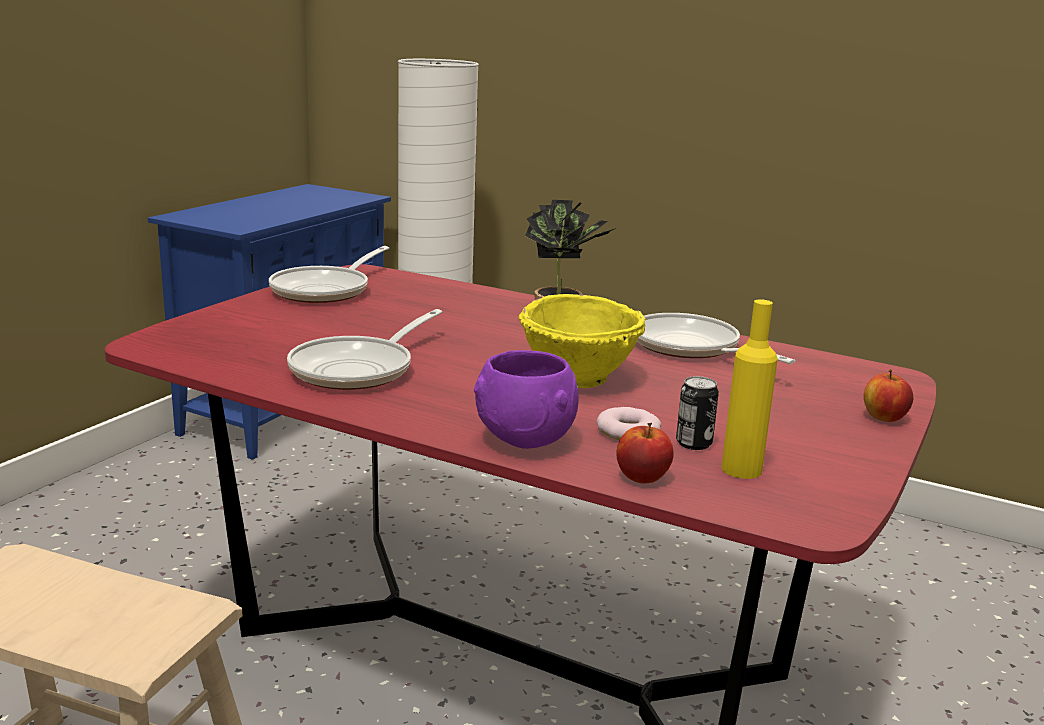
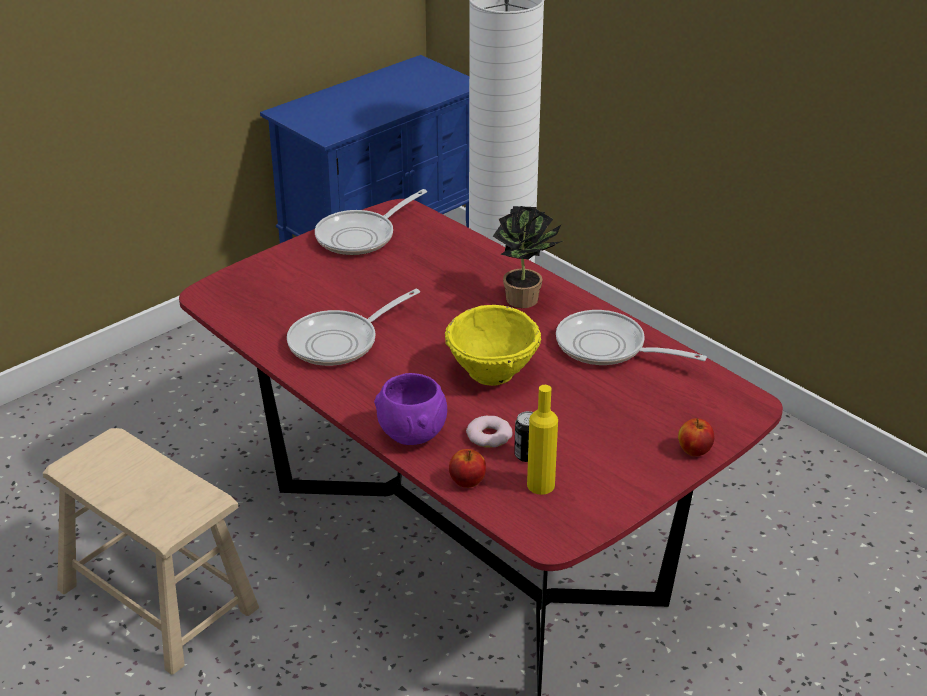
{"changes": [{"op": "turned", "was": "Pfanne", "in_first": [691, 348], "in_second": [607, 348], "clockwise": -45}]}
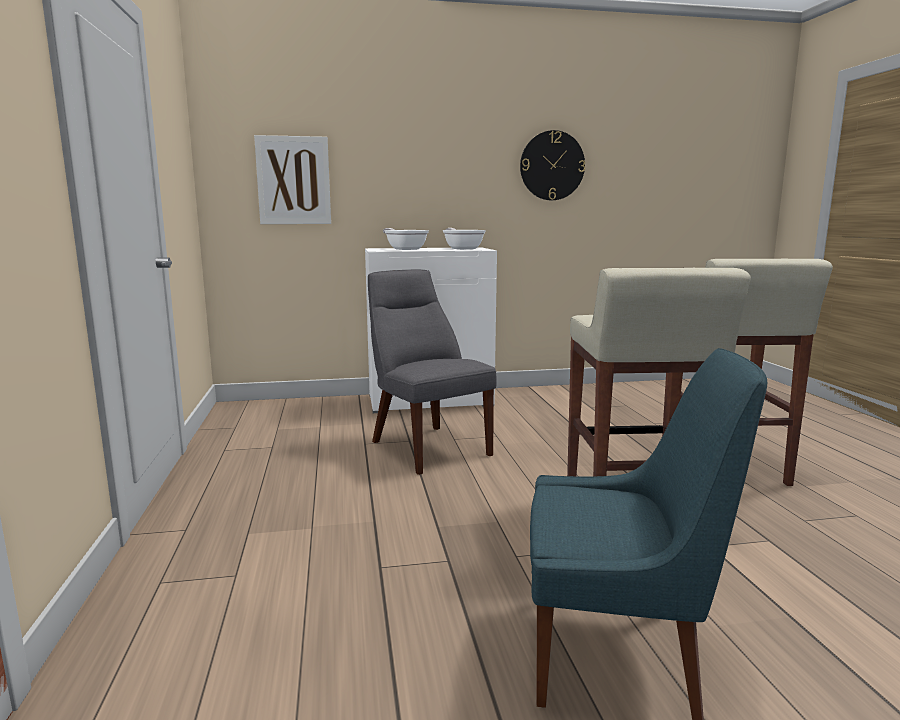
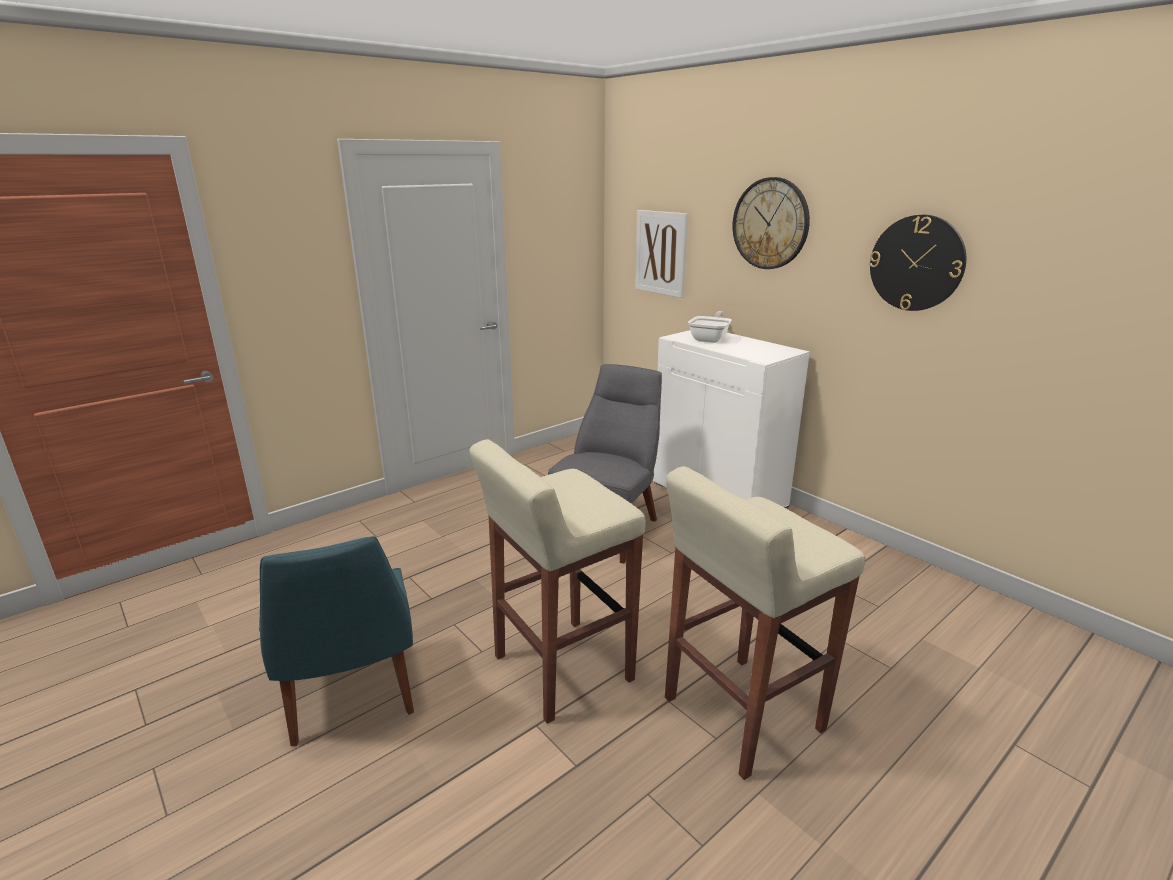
{"changes": [{"op": "removed", "was": "Pfanne", "in_first": [462, 248]}, {"op": "added", "now": "Wanduhr", "in_second": [770, 224]}]}
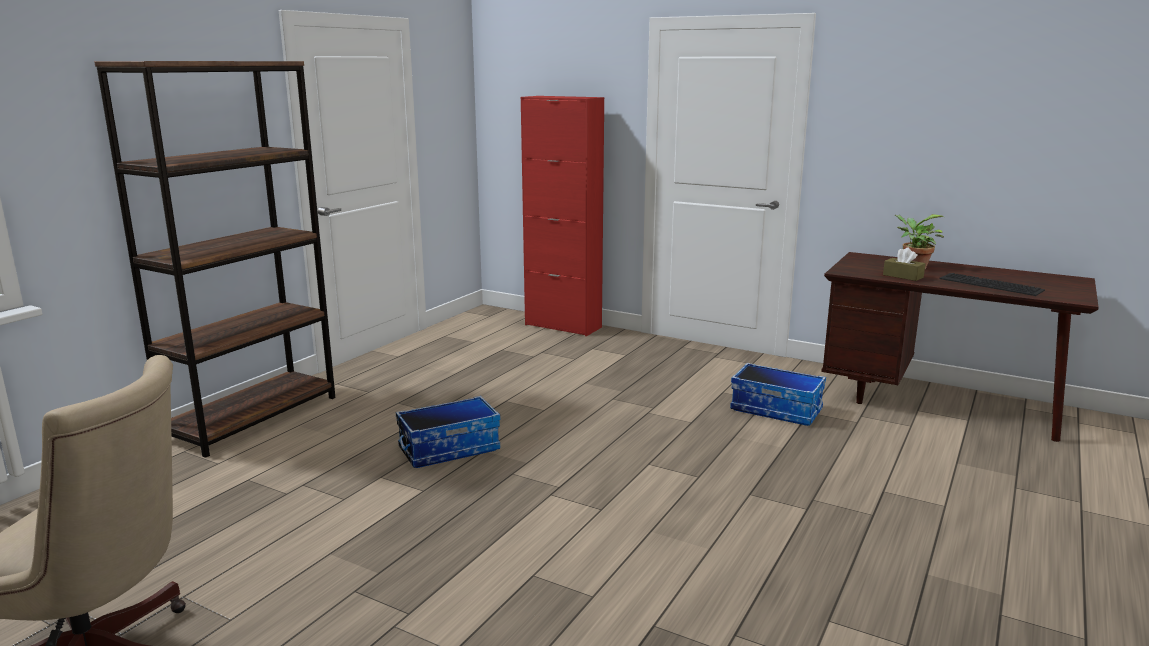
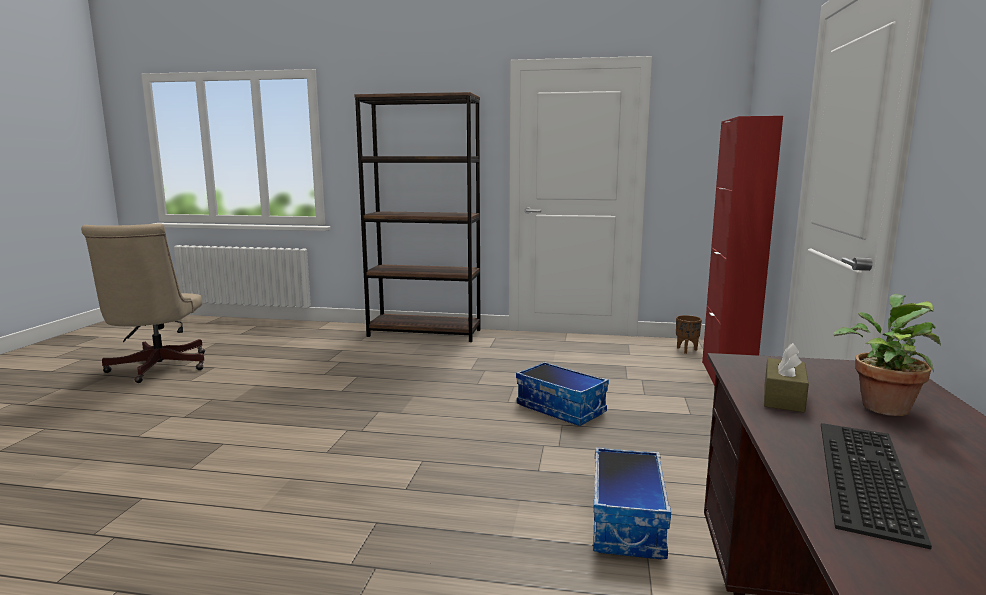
{"changes": [{"op": "moved", "was": "Aufbewahrungsbox", "in_first": [449, 448], "in_second": [561, 408]}, {"op": "added", "now": "Pflanzkübel [braun]", "in_second": [687, 350]}]}
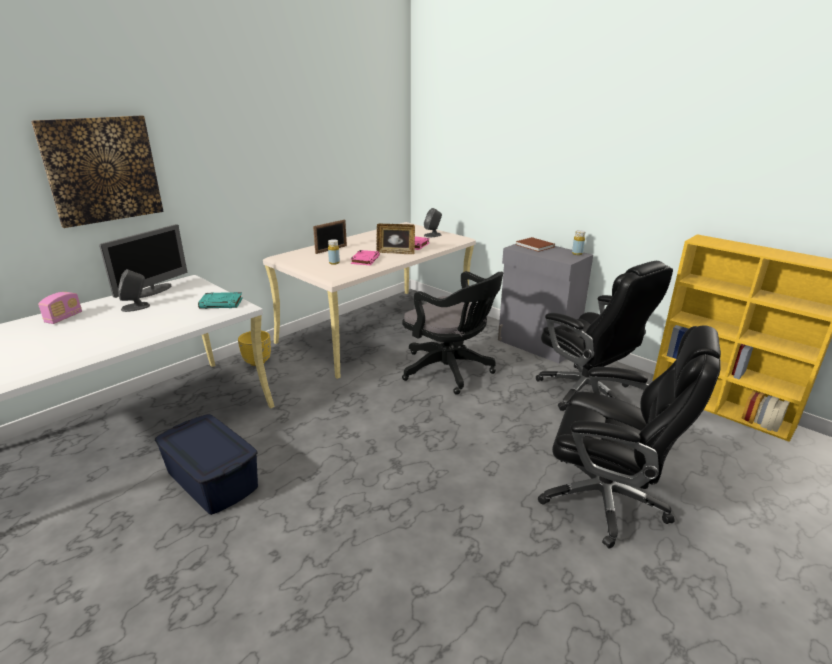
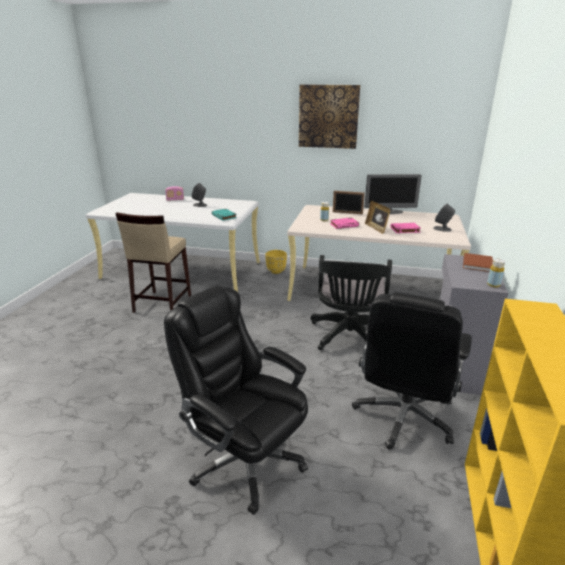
{"changes": [{"op": "moved", "was": "Bild", "in_first": [102, 170], "in_second": [328, 116]}, {"op": "moved", "was": "Monitor", "in_first": [153, 291], "in_second": [390, 212]}, {"op": "turned", "was": "Bürostuhl [schwarz]", "in_first": [606, 500], "in_second": [245, 460], "clockwise": 135}, {"op": "replaced", "was": "Aufbewahrungsbox [blau]", "now": "Hocker [beige]", "in_first": [211, 480], "in_second": [162, 304]}]}
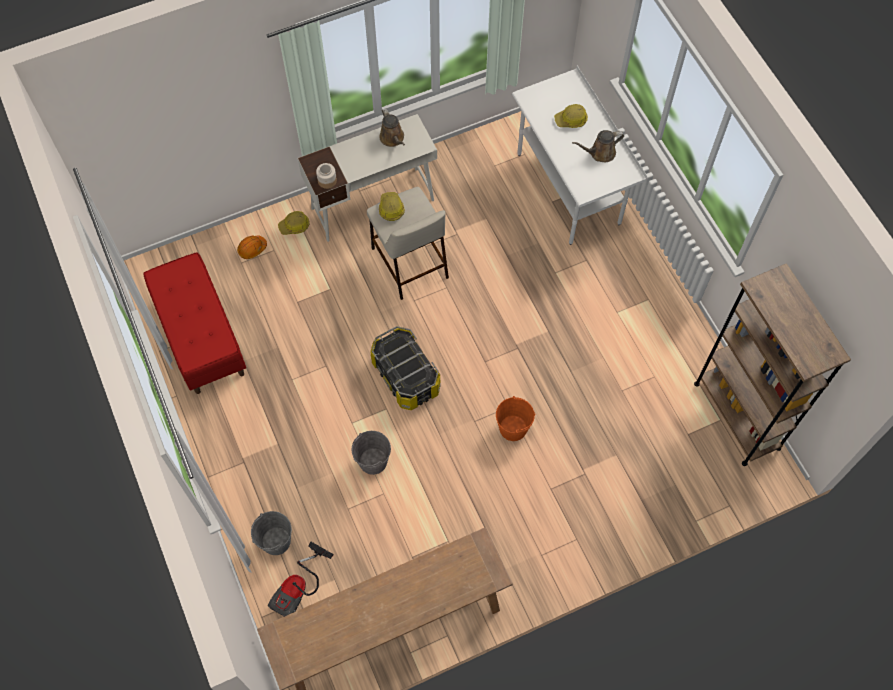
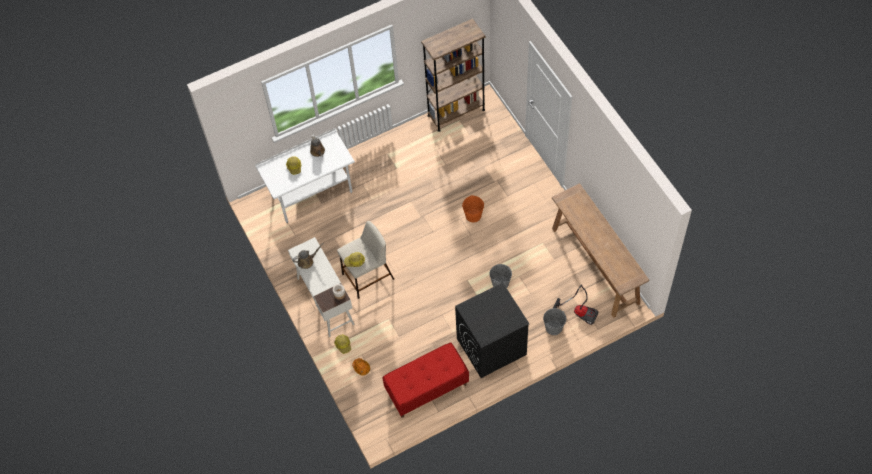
{"changes": [{"op": "removed", "was": "Aufbewahrungsbox", "in_first": [405, 376]}, {"op": "added", "now": "Waschmaschine [schwarz]", "in_second": [491, 347]}]}
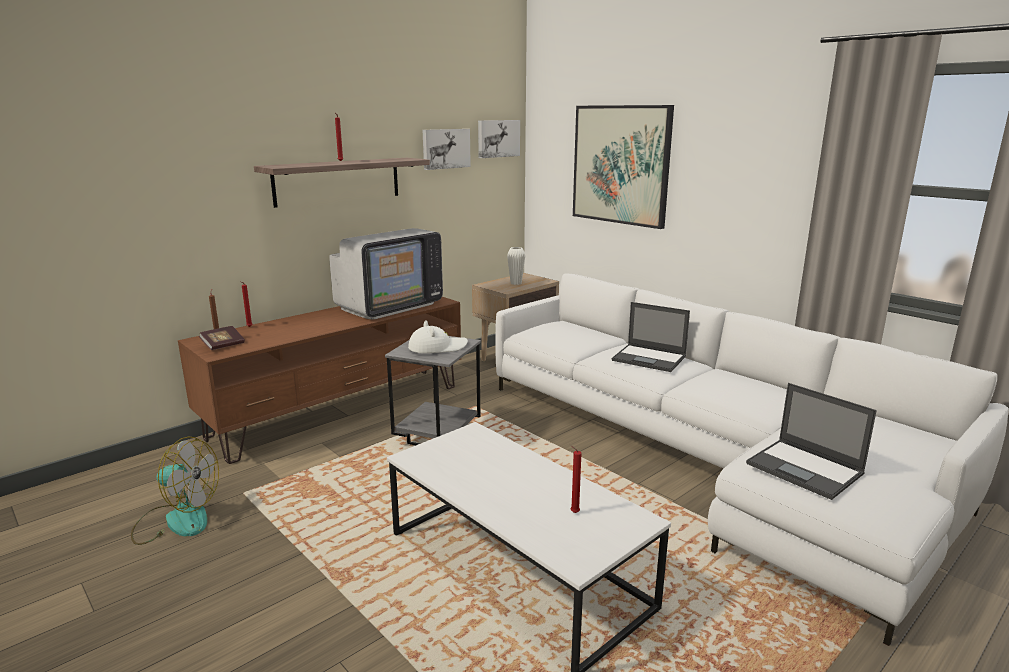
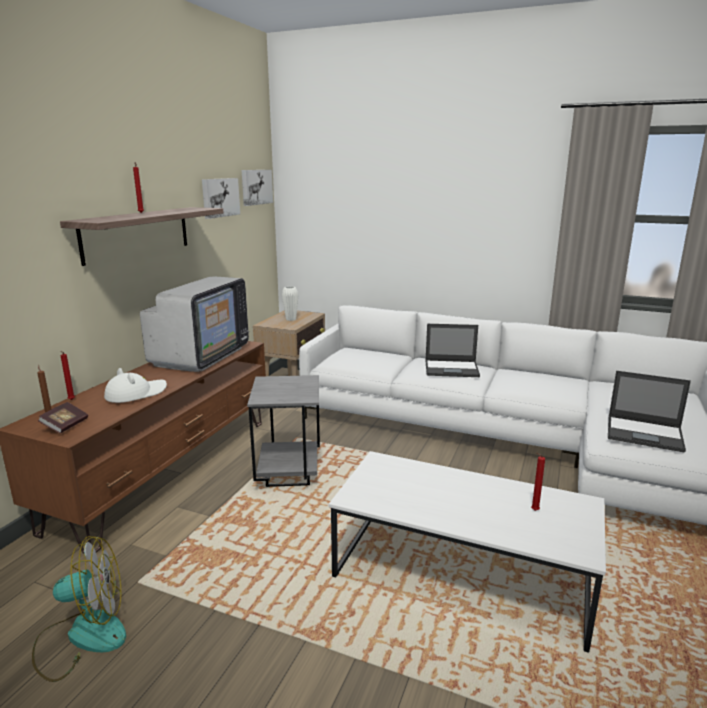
{"changes": [{"op": "removed", "was": "Bild", "in_first": [621, 165]}, {"op": "moved", "was": "Hut [weiß]", "in_first": [437, 347], "in_second": [136, 394]}]}
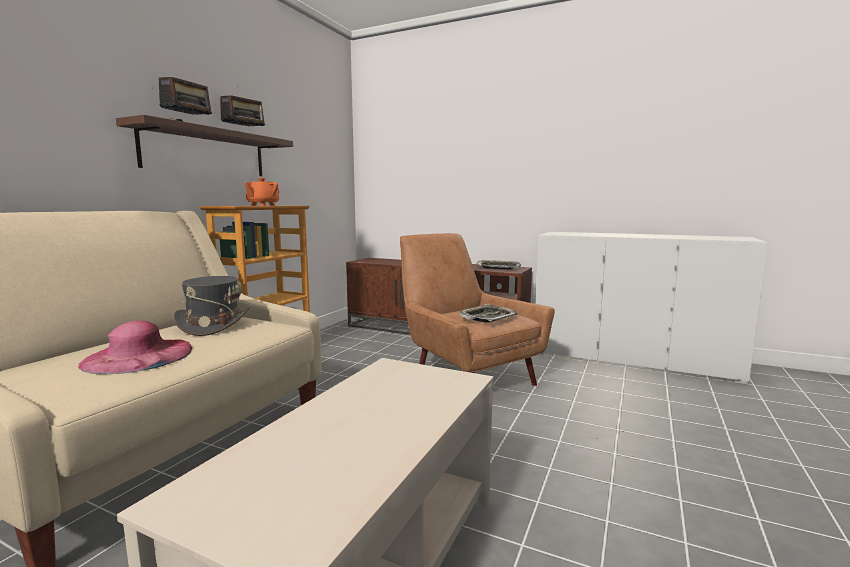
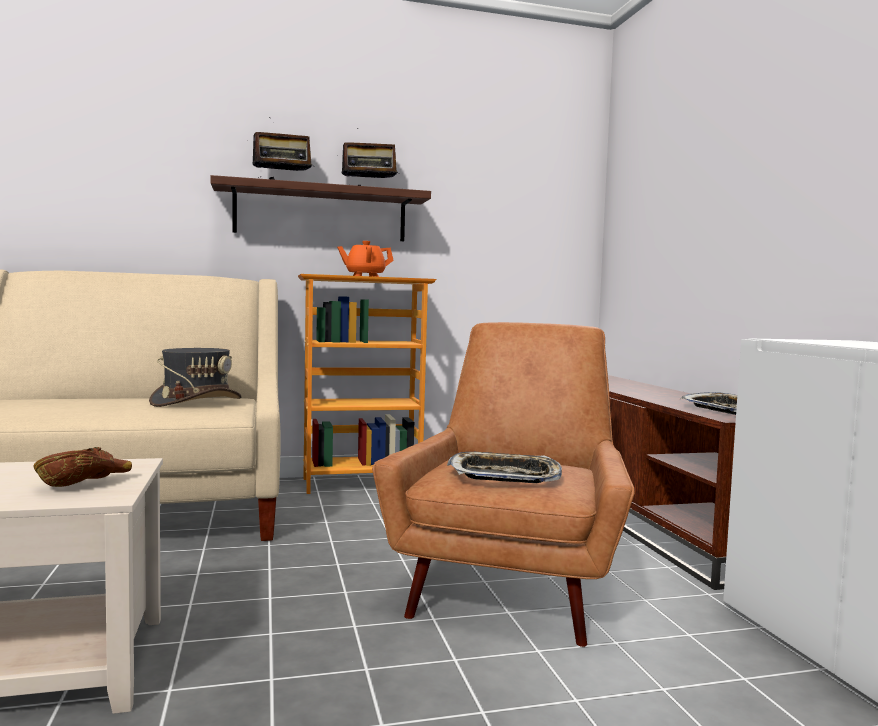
{"changes": [{"op": "removed", "was": "Hut [rosa]", "in_first": [138, 356]}, {"op": "added", "now": "Schüssel [braun]", "in_second": [85, 484]}]}
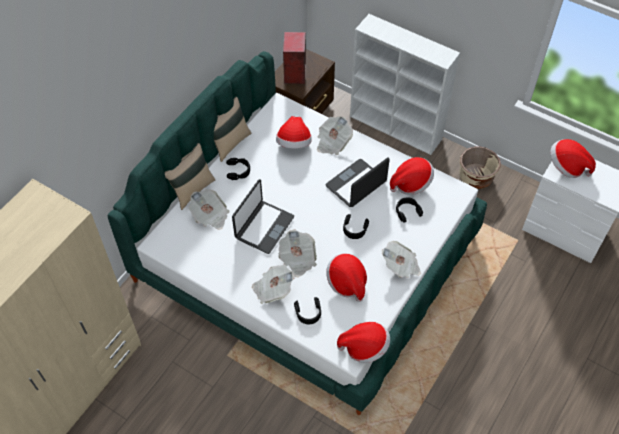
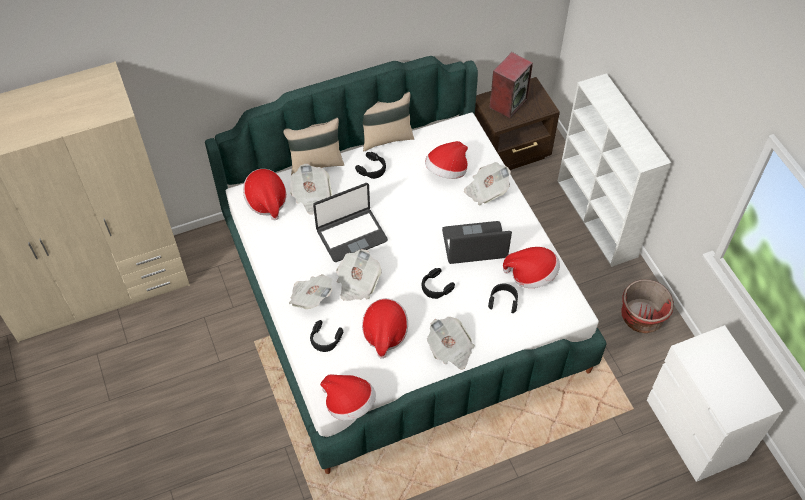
{"changes": [{"op": "moved", "was": "Hut", "in_first": [567, 166], "in_second": [266, 201]}, {"op": "recoloured", "was": "Pflanzkübel [beige]", "now": "Pflanzkübel [rot]", "in_first": [475, 177], "in_second": [641, 317]}]}
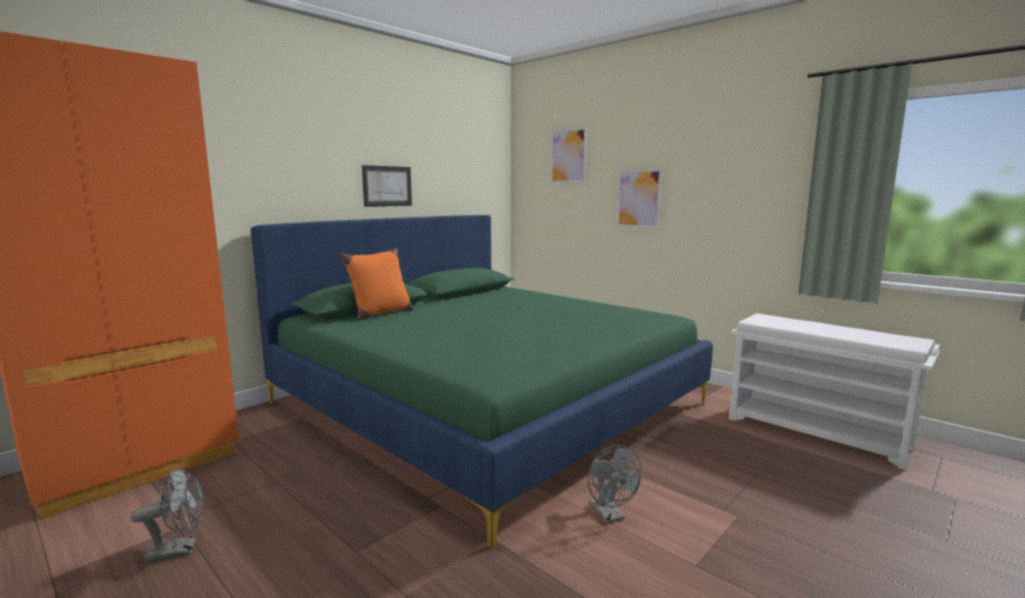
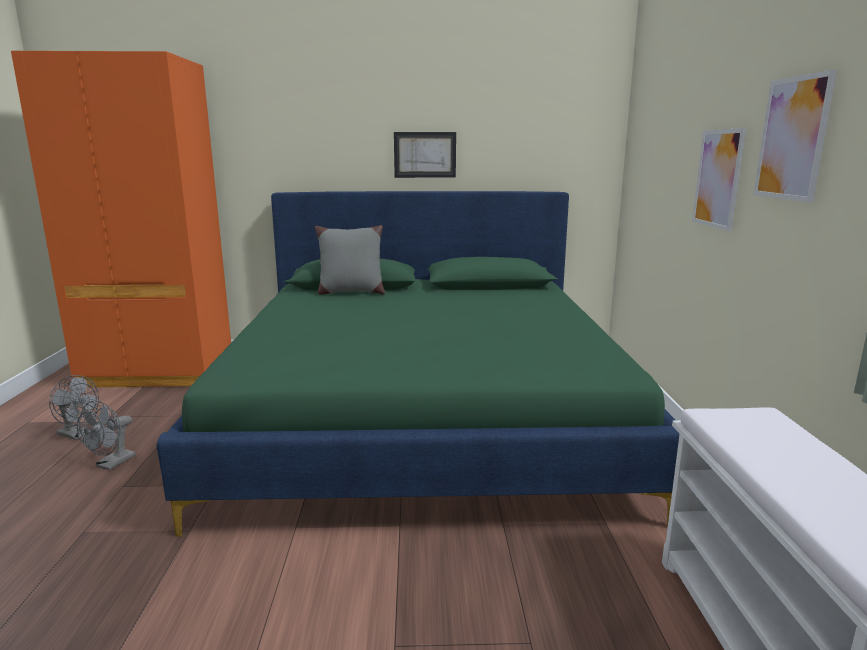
{"changes": [{"op": "moved", "was": "Bild", "in_first": [568, 156], "in_second": [792, 138]}, {"op": "recoloured", "was": "Kissen [orange]", "now": "Kissen [grau]", "in_first": [380, 313], "in_second": [350, 292]}, {"op": "moved", "was": "Ventilator [grau]", "in_first": [610, 515], "in_second": [111, 464]}]}
